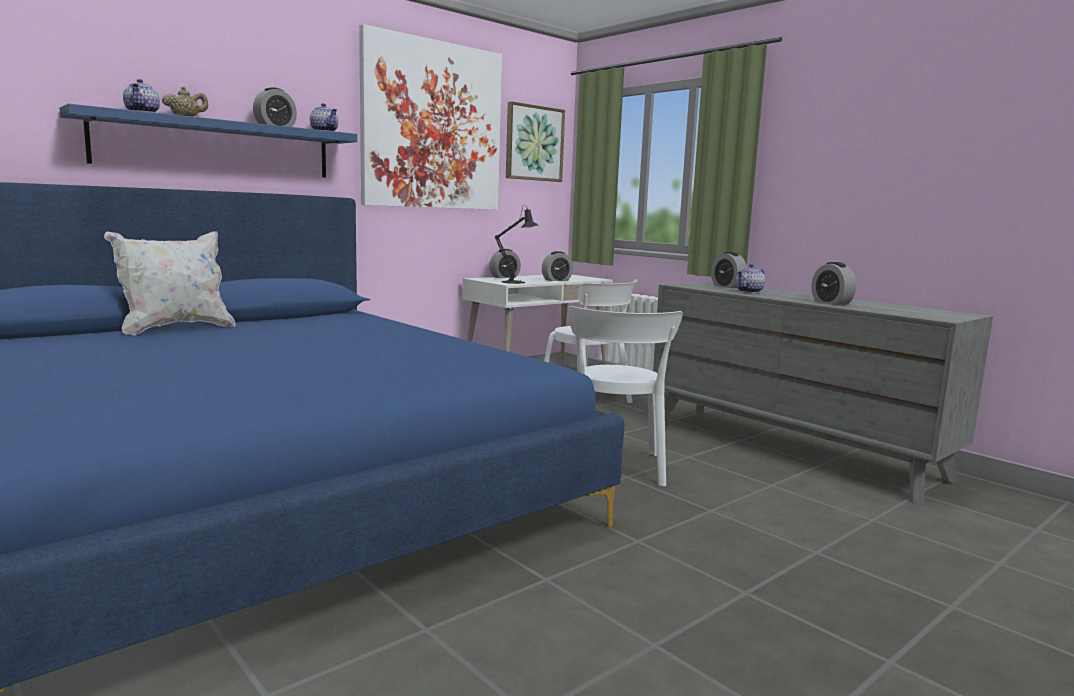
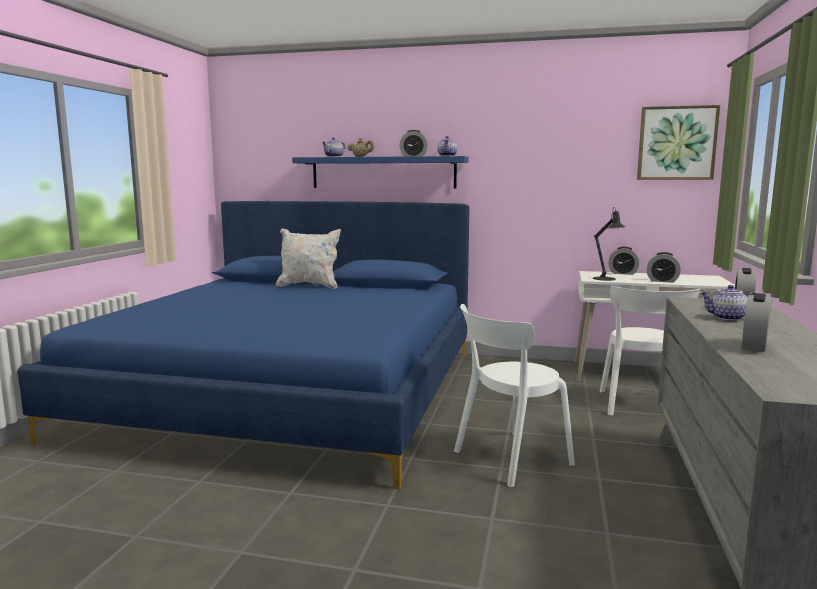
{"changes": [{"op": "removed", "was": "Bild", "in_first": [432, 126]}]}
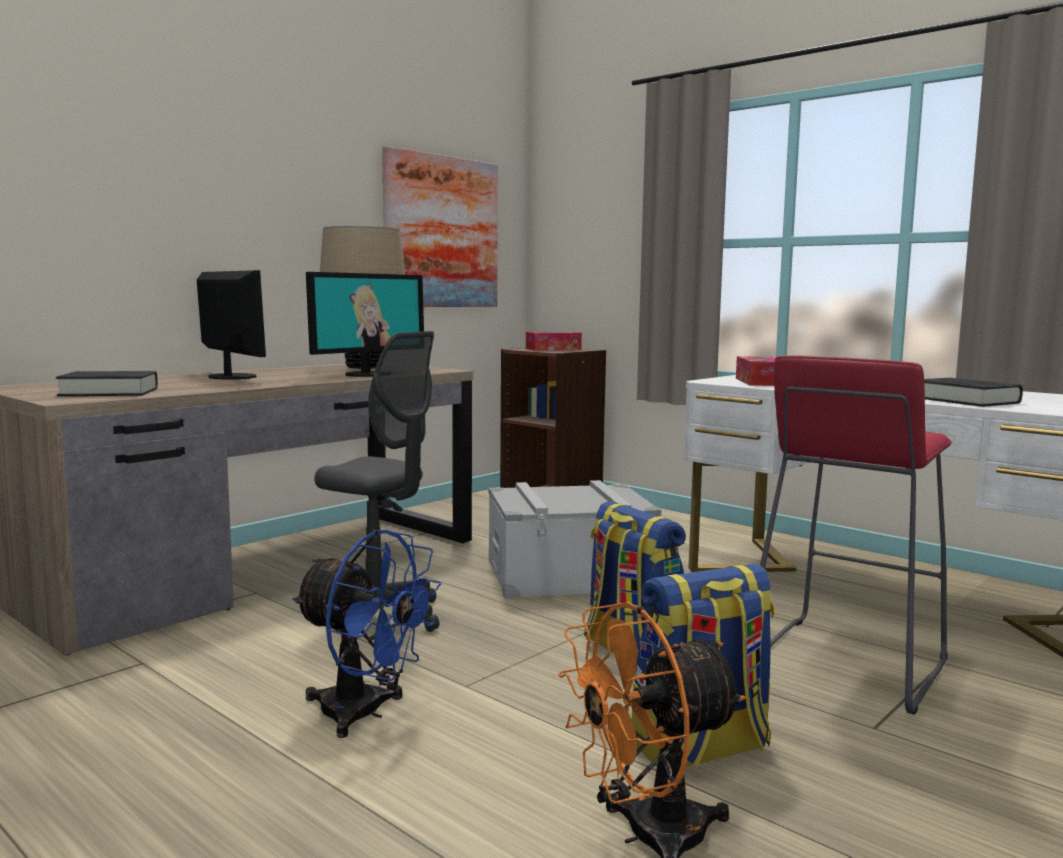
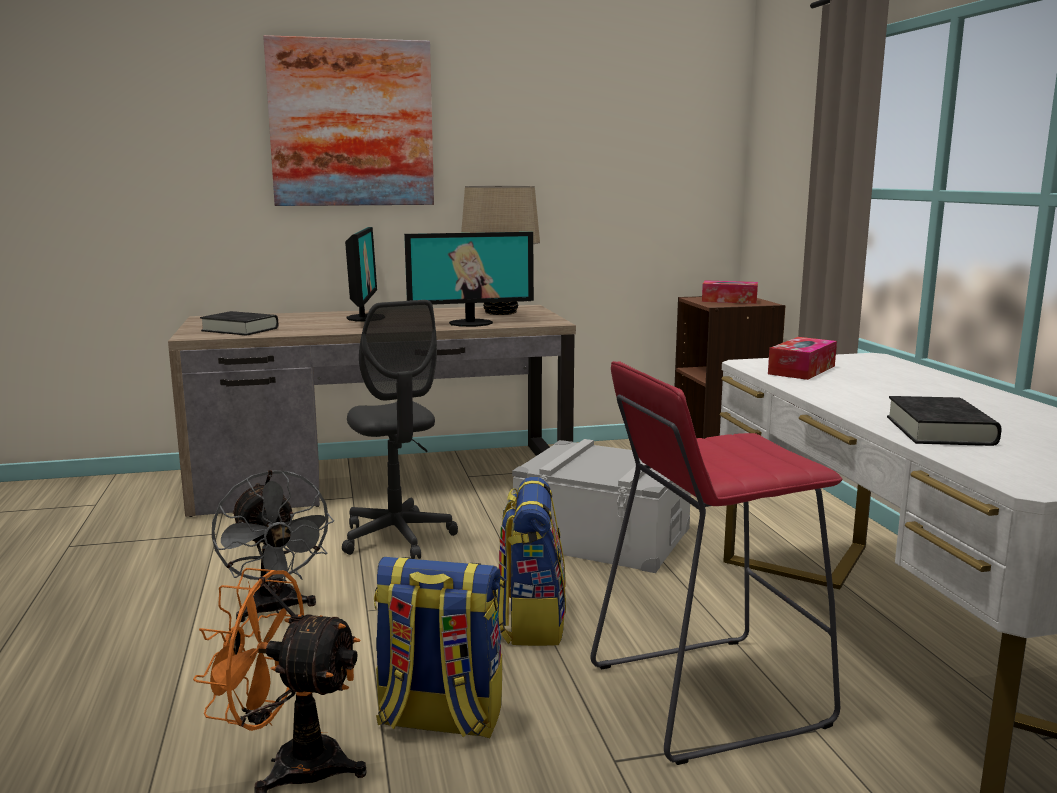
{"changes": [{"op": "moved", "was": "Bild", "in_first": [441, 232], "in_second": [351, 123]}, {"op": "recoloured", "was": "Ventilator [blau]", "now": "Ventilator [grau]", "in_first": [365, 714], "in_second": [275, 610]}]}
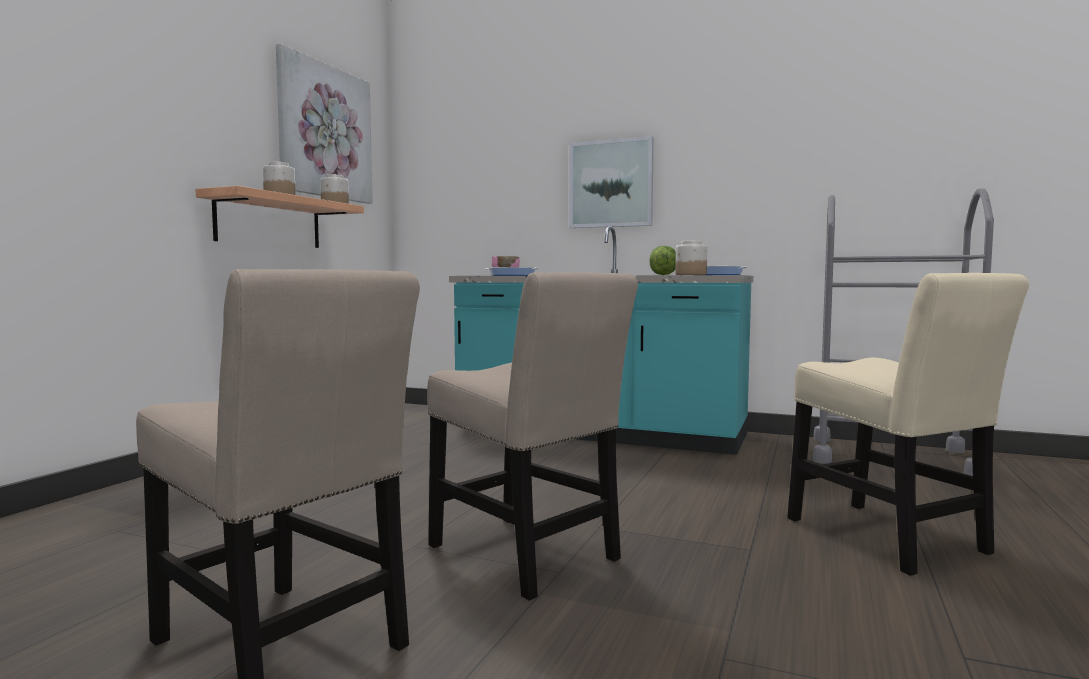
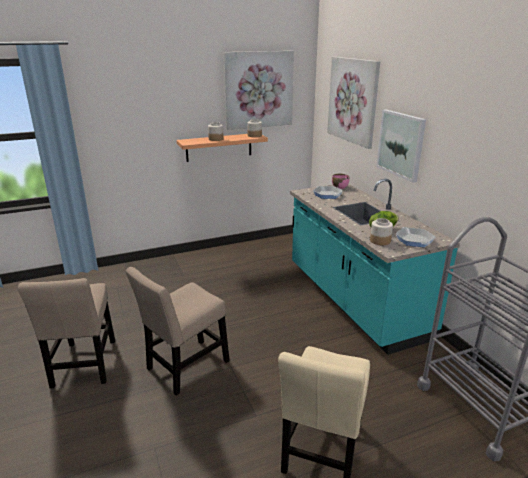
{"changes": [{"op": "turned", "was": "Stuhl [beige]", "in_first": [528, 556], "in_second": [185, 367], "clockwise": 45}, {"op": "added", "now": "Bild", "in_second": [352, 100]}]}
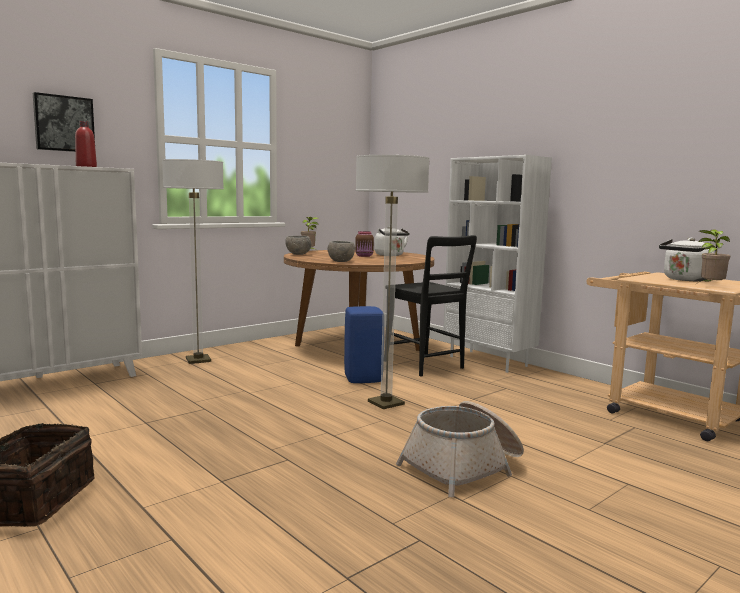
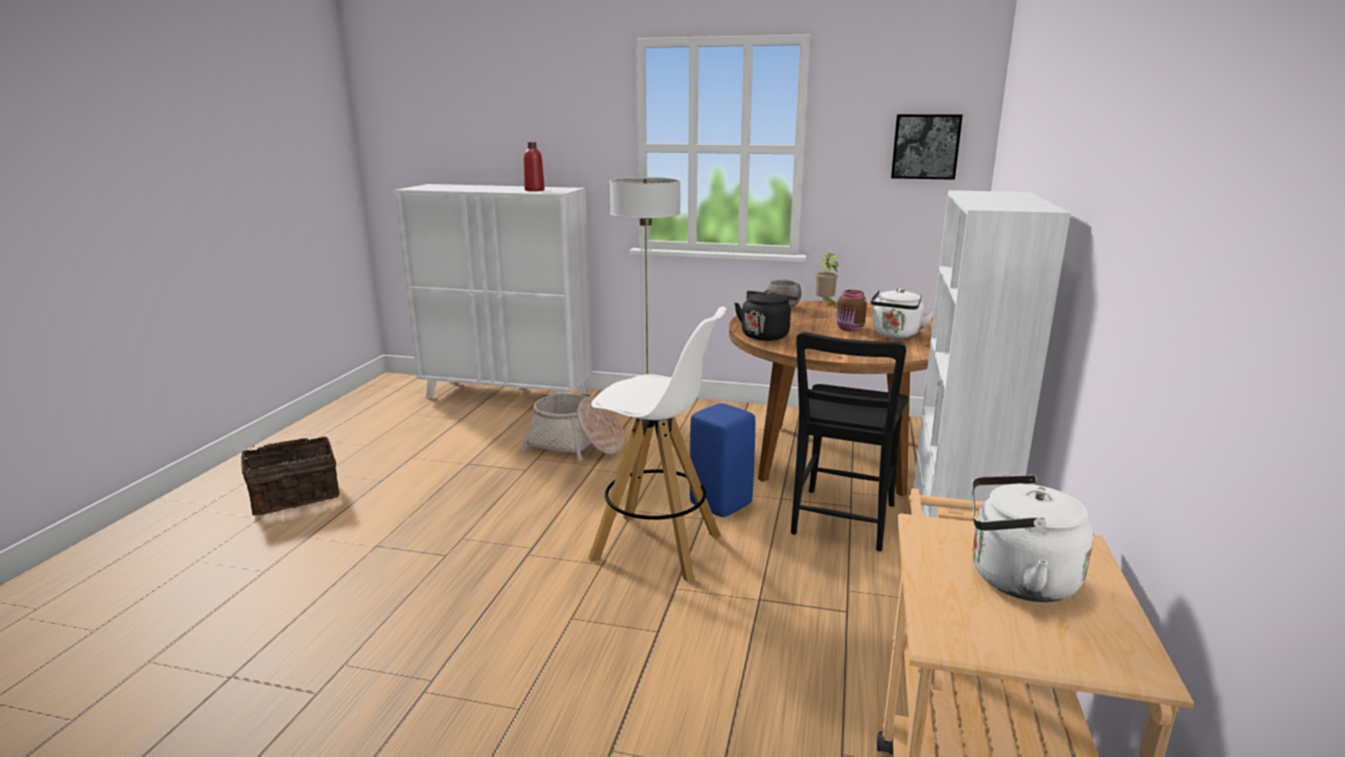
{"changes": [{"op": "moved", "was": "Bild", "in_first": [64, 123], "in_second": [925, 146]}, {"op": "replaced", "was": "Stehlampe", "now": "Hocker [weiß]", "in_first": [386, 403], "in_second": [658, 547]}, {"op": "removed", "was": "Topfpflanze", "in_first": [710, 287]}, {"op": "replaced", "was": "Schüssel [grau]", "now": "Wasserkessel [schwarz]", "in_first": [341, 261], "in_second": [766, 335]}, {"op": "moved", "was": "Korb", "in_first": [464, 467], "in_second": [576, 445]}]}
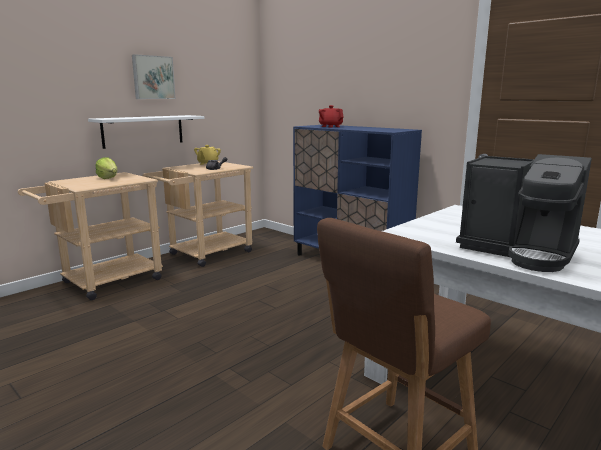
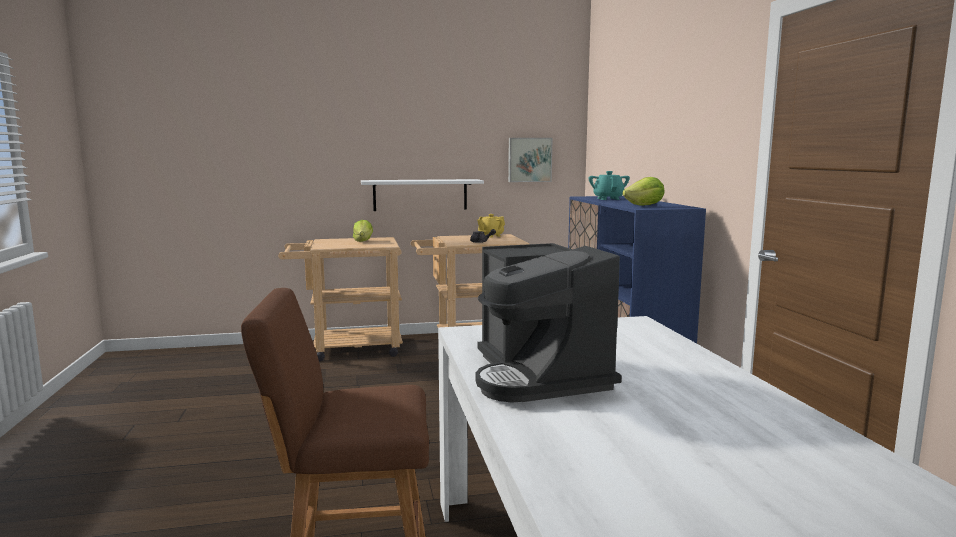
{"changes": [{"op": "moved", "was": "Bild", "in_first": [153, 77], "in_second": [529, 159]}, {"op": "recoloured", "was": "Teekanne [rot]", "now": "Teekanne [türkis]", "in_first": [330, 126], "in_second": [608, 199]}, {"op": "added", "now": "Salatkopf", "in_second": [645, 205]}]}
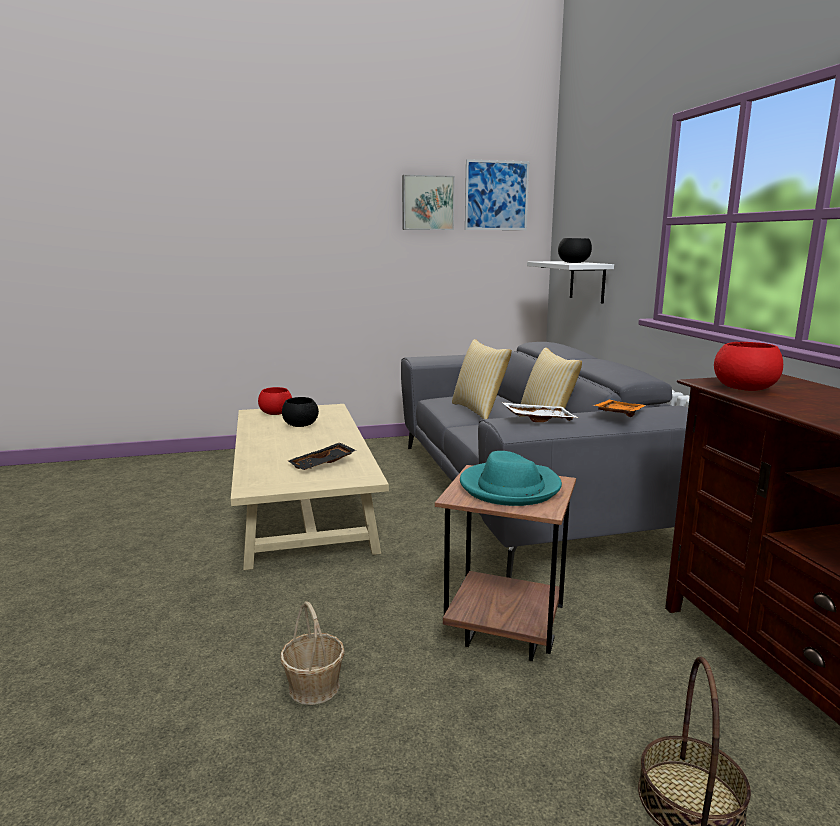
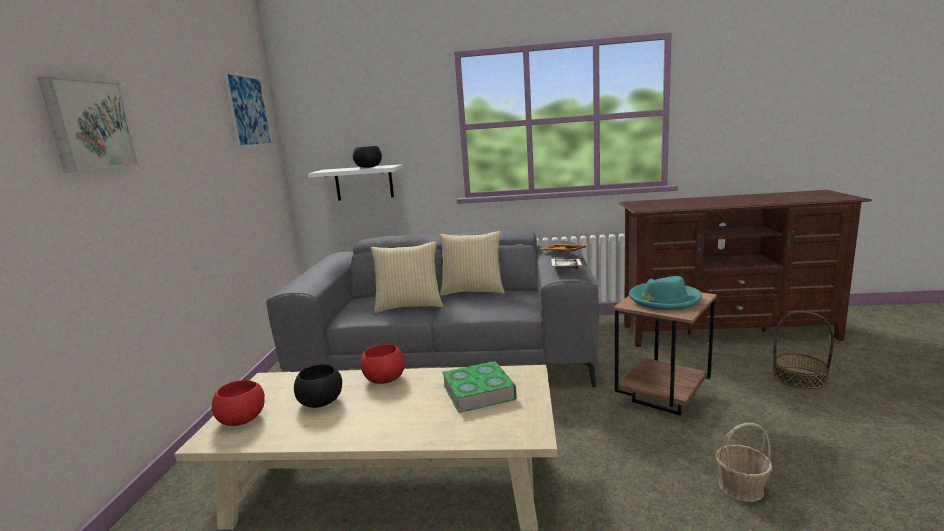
{"changes": [{"op": "moved", "was": "Bild", "in_first": [427, 203], "in_second": [88, 125]}, {"op": "moved", "was": "Schüssel [rot]", "in_first": [744, 388], "in_second": [384, 379]}, {"op": "replaced", "was": "Tablett [schwarz]", "now": "Buch", "in_first": [323, 464], "in_second": [478, 392]}]}
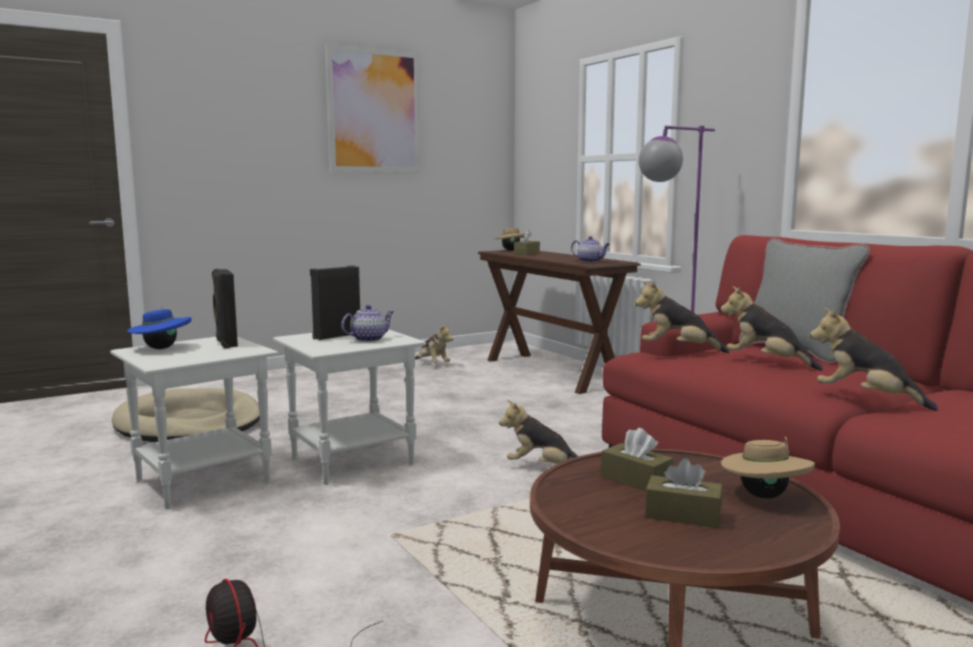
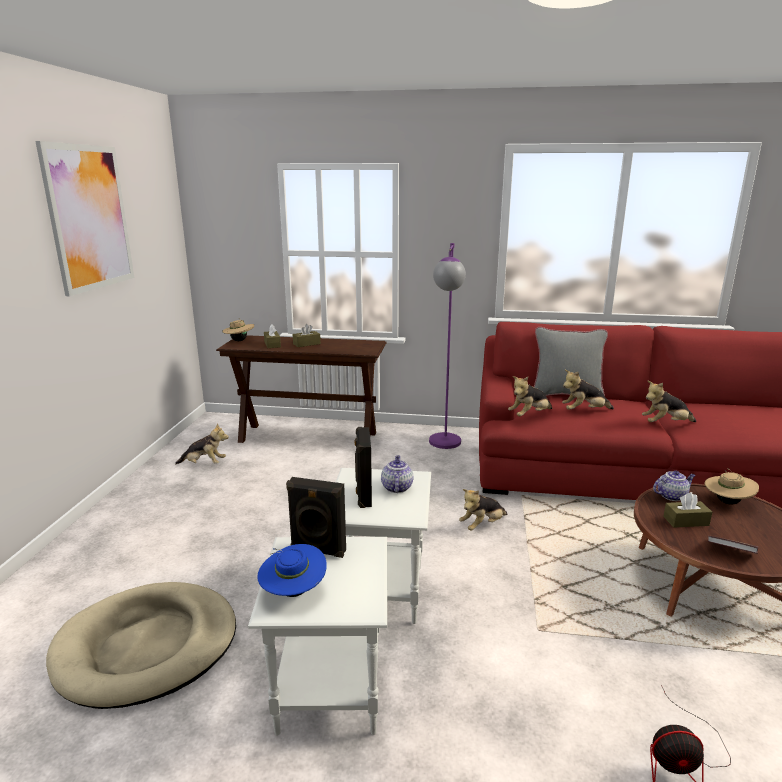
{"changes": [{"op": "moved", "was": "Teekanne", "in_first": [590, 261], "in_second": [672, 496]}, {"op": "moved", "was": "Taschentuchbox [braun]", "in_first": [683, 515], "in_second": [306, 344]}, {"op": "added", "now": "Buch", "in_second": [730, 552]}]}
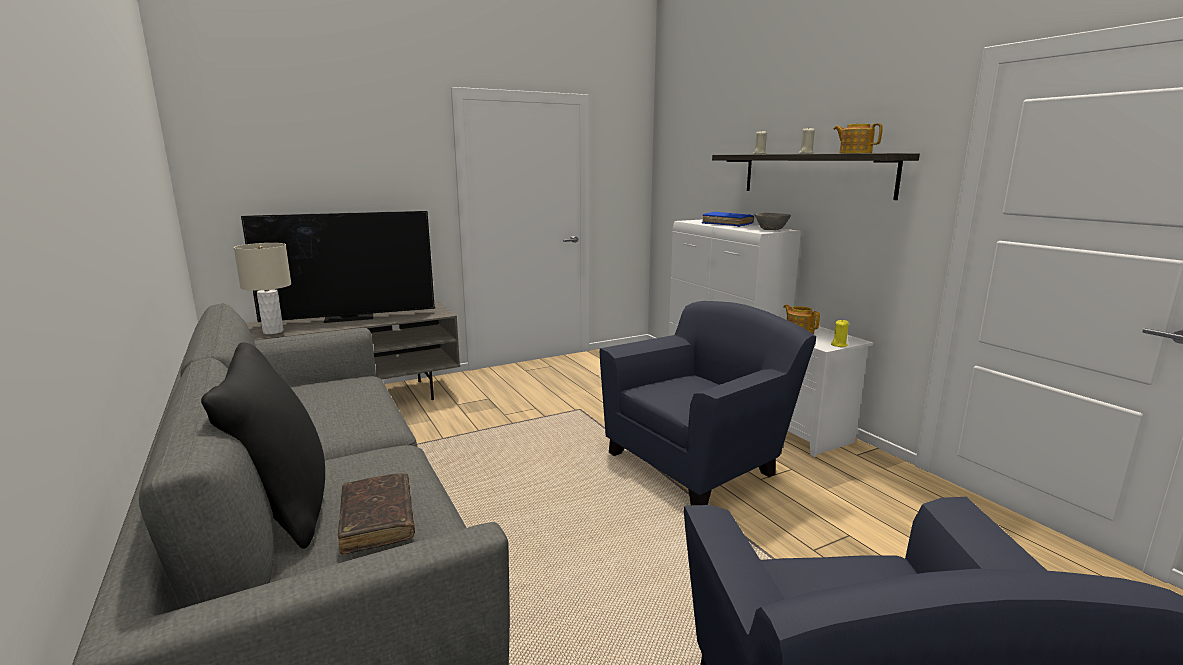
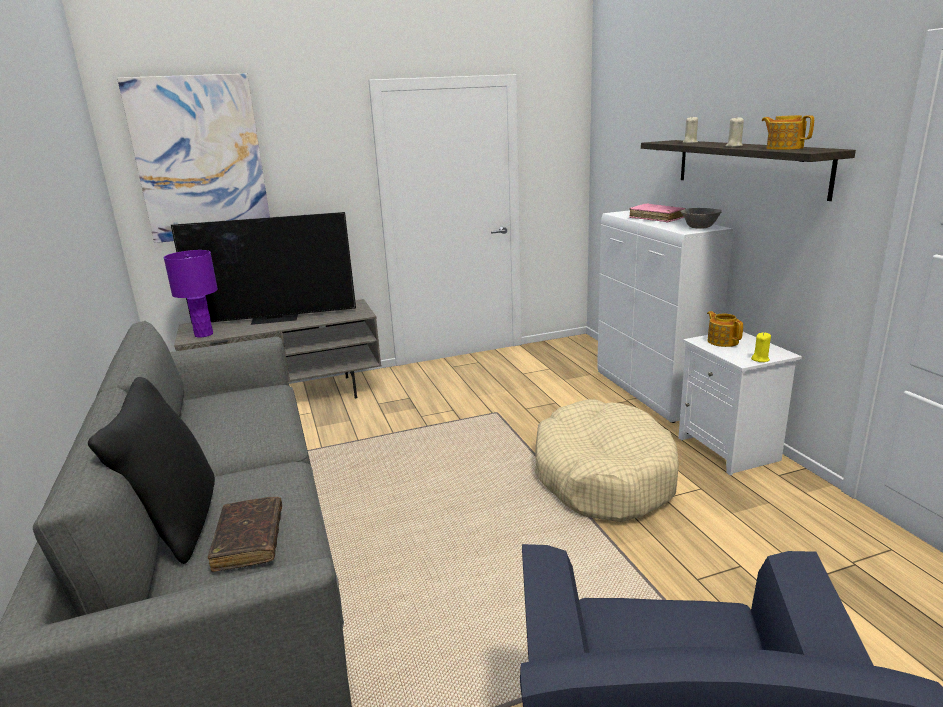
{"changes": [{"op": "recoloured", "was": "Buch [blau]", "now": "Buch [rosa]", "in_first": [727, 224], "in_second": [657, 218]}, {"op": "recoloured", "was": "Tischlampe [beige]", "now": "Tischlampe [lila]", "in_first": [273, 331], "in_second": [204, 334]}, {"op": "replaced", "was": "Sessel [blau]", "now": "Hundebett [beige]", "in_first": [698, 462], "in_second": [603, 476]}, {"op": "added", "now": "Bild", "in_second": [200, 159]}]}
